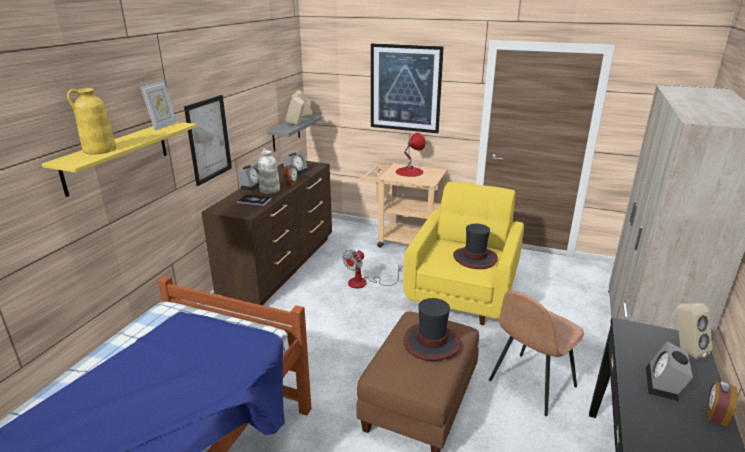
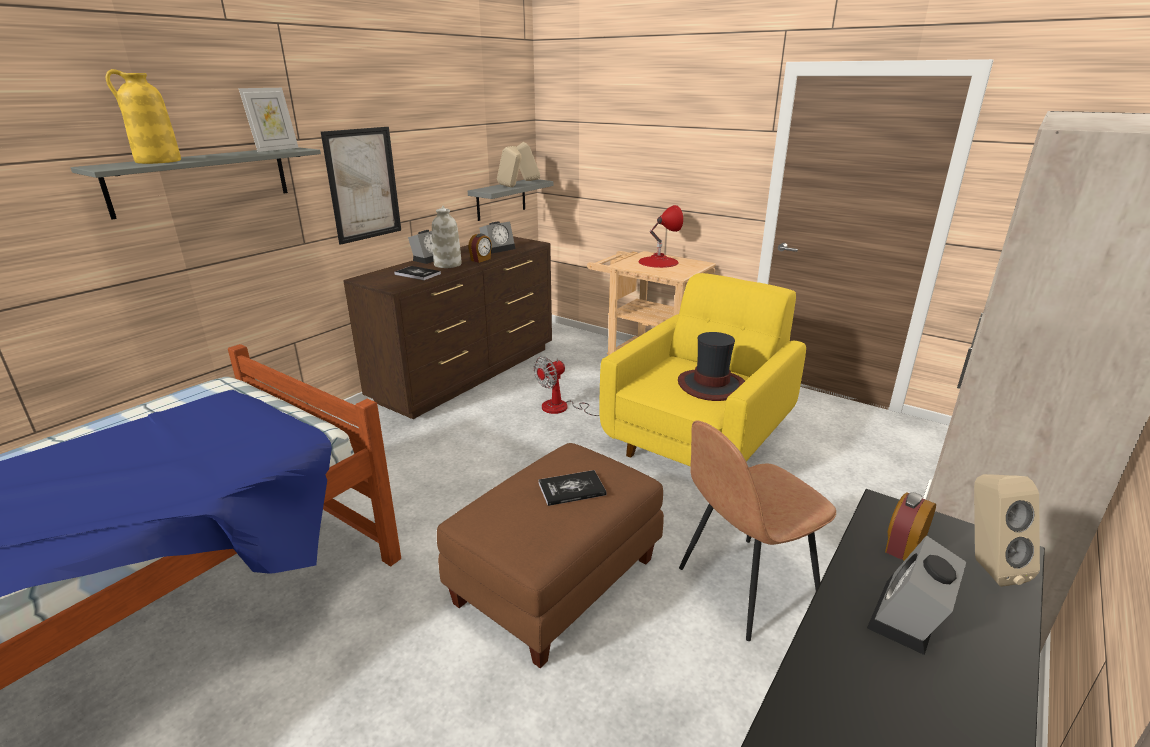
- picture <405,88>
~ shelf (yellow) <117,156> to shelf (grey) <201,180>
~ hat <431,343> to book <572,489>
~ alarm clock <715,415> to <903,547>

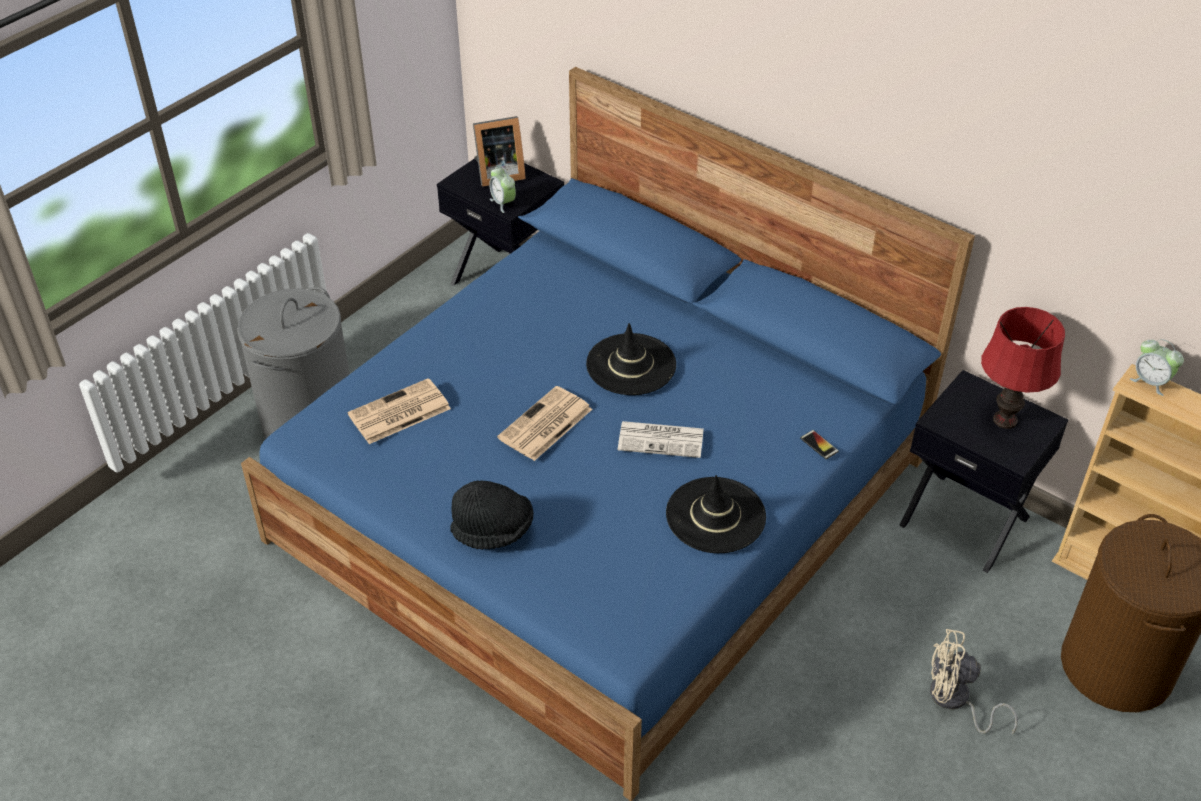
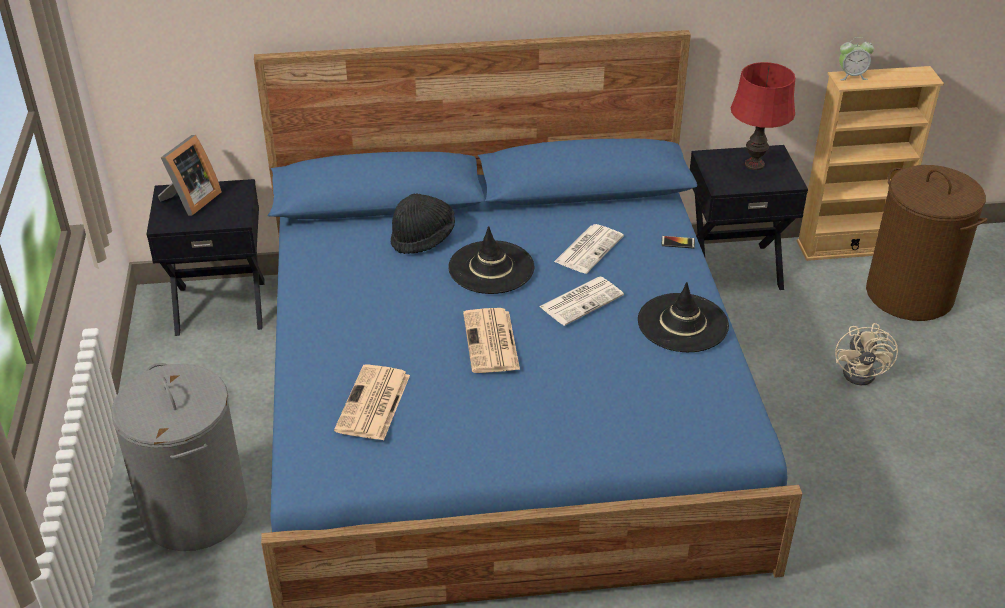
- alarm clock <503,203>
~ hat (black) <493,531> to <423,238>
~ fan (beige) <955,701> = <864,372> 45 degrees counterclockwise
+ newspaper <588,248>

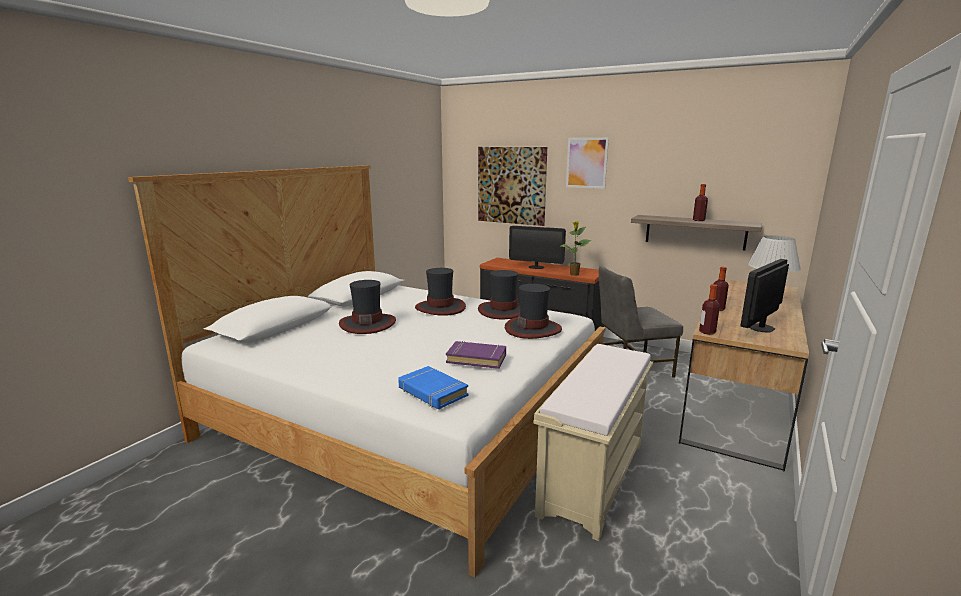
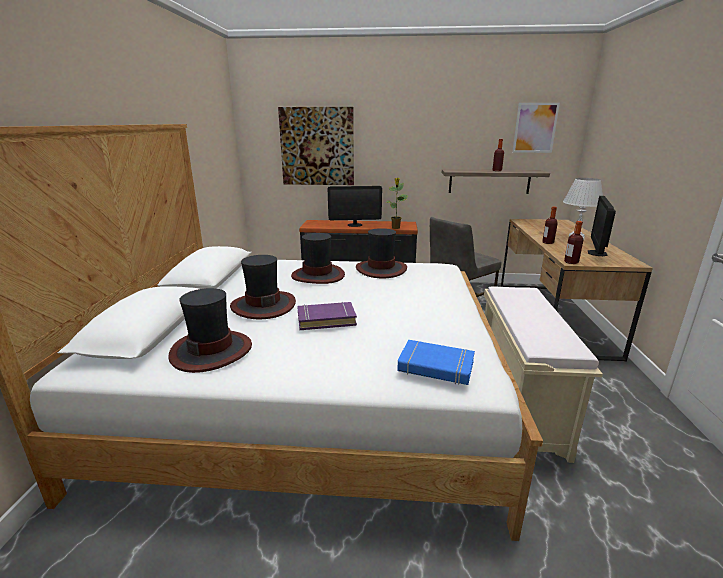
~ picture <586,163> to <535,128>
~ hat <533,329> to <212,351>
~ book (purple) <476,358> to <326,320>

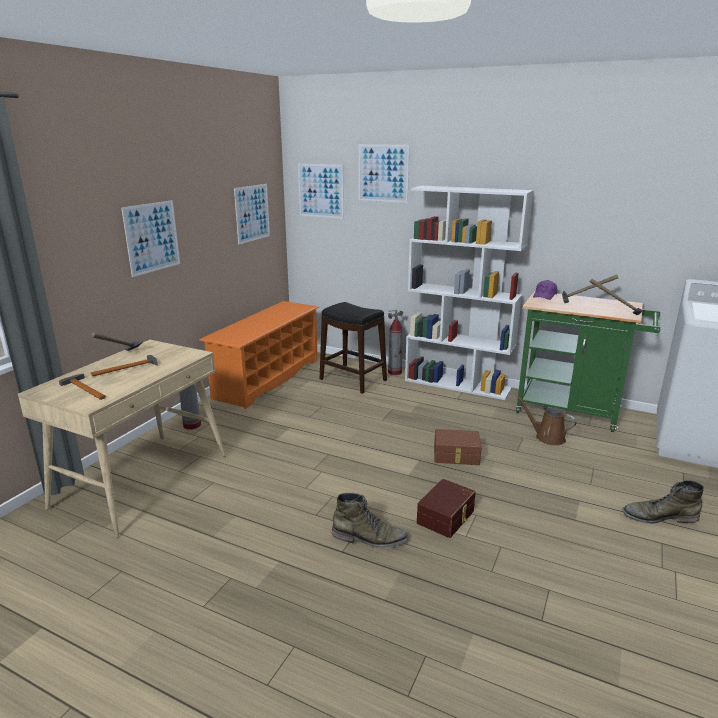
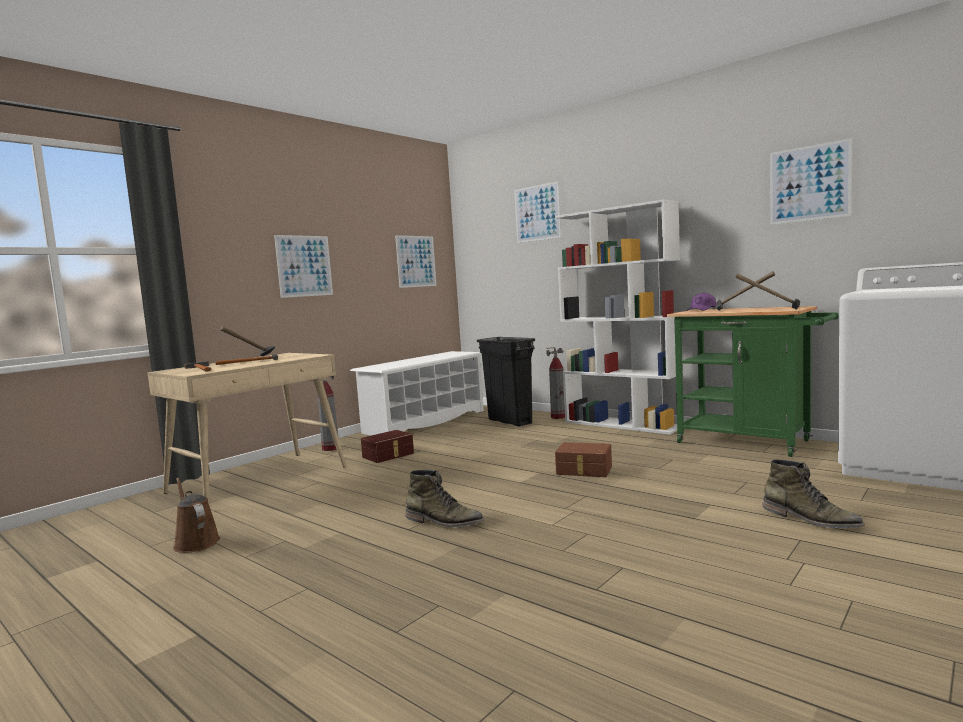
~ picture <320,191> to <809,183>
~ shoe rack (orange) <267,378> to shoe rack (white) <425,421>
~ stool (black) <353,379> to trash can (black) <510,422>
~ watering can (brown) <547,437> to <195,542>
~ storage box (brown) <447,517> to <389,455>
~ boot (green) <659,516> = <810,519> 150 degrees counterclockwise

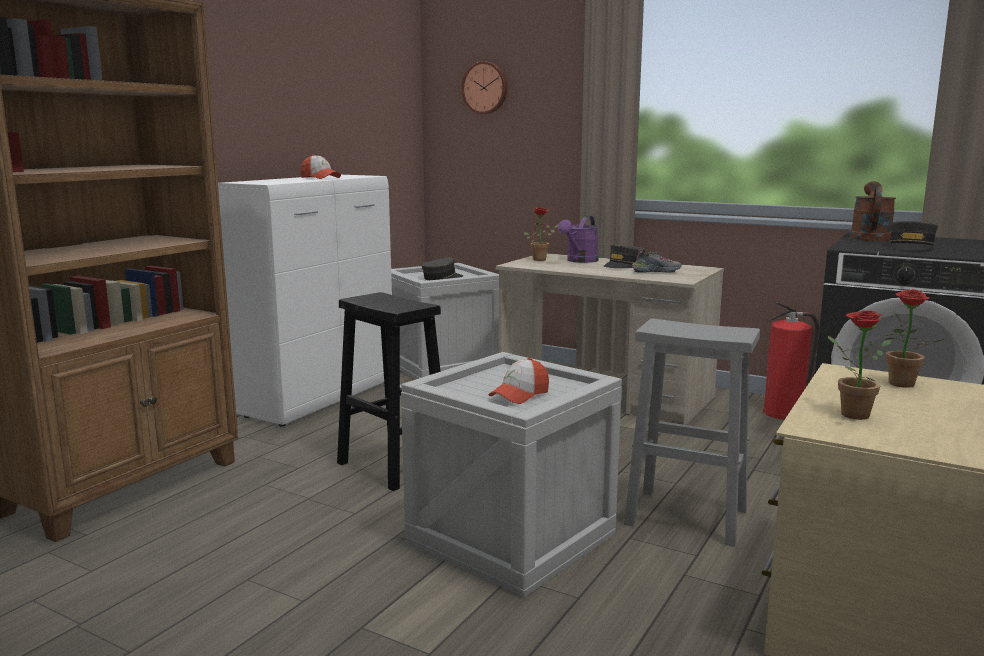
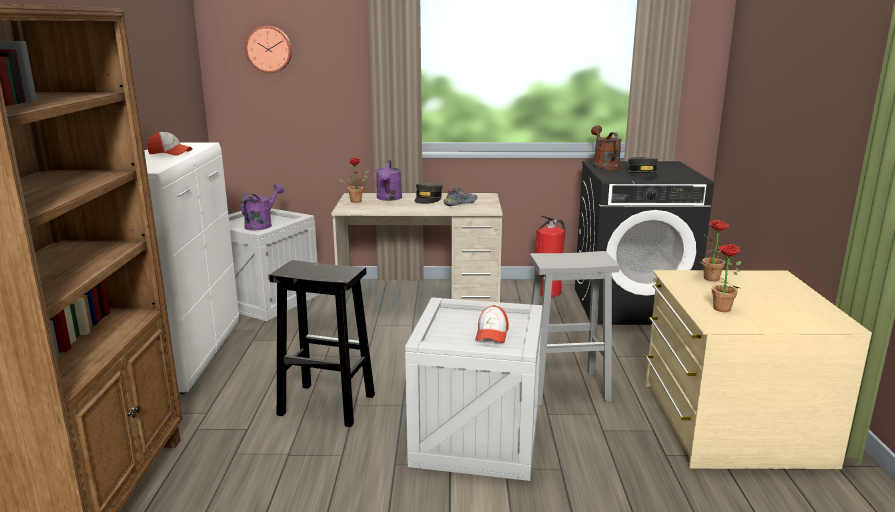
~ cap (grey) <442,278> to watering can (purple) <261,225>

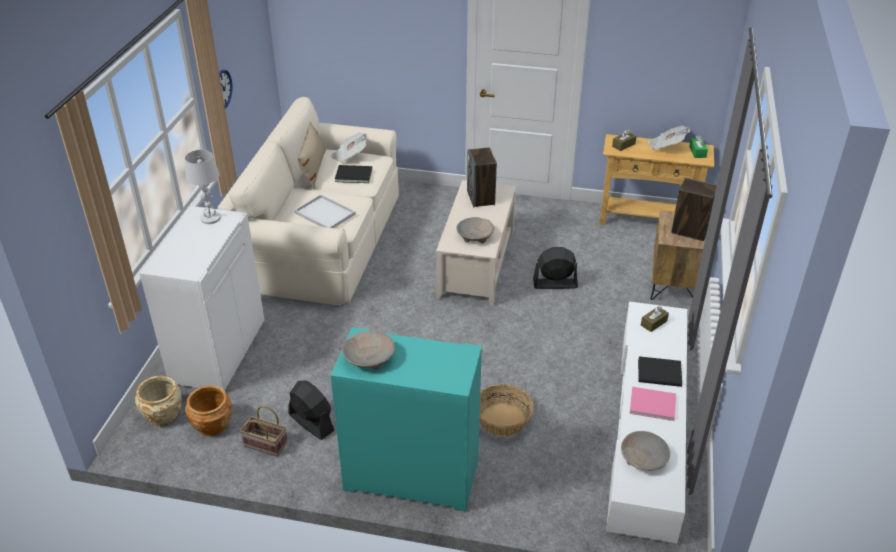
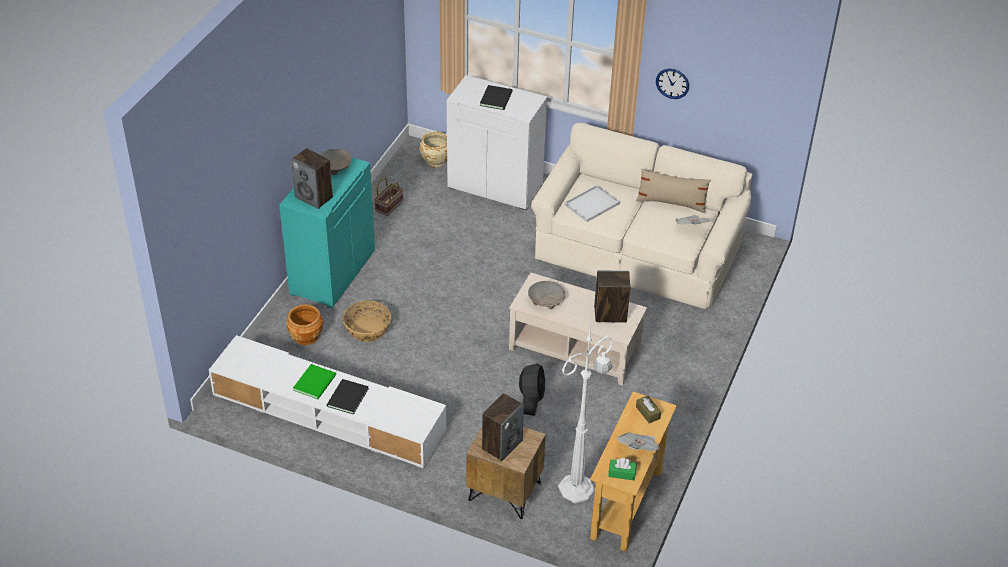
- table lamp (white) <210,218>
~ book (black) <352,174> to <497,98>
- tissue box (brown) <653,323>
- fan (black) <311,422>
~ planter (brown) <212,425> to <306,336>
~ book (pink) <651,403> to book (green) <316,382>
- bowl (beige) <644,458>
+ speaker <314,197>
+ floor lamp (white) <578,487>

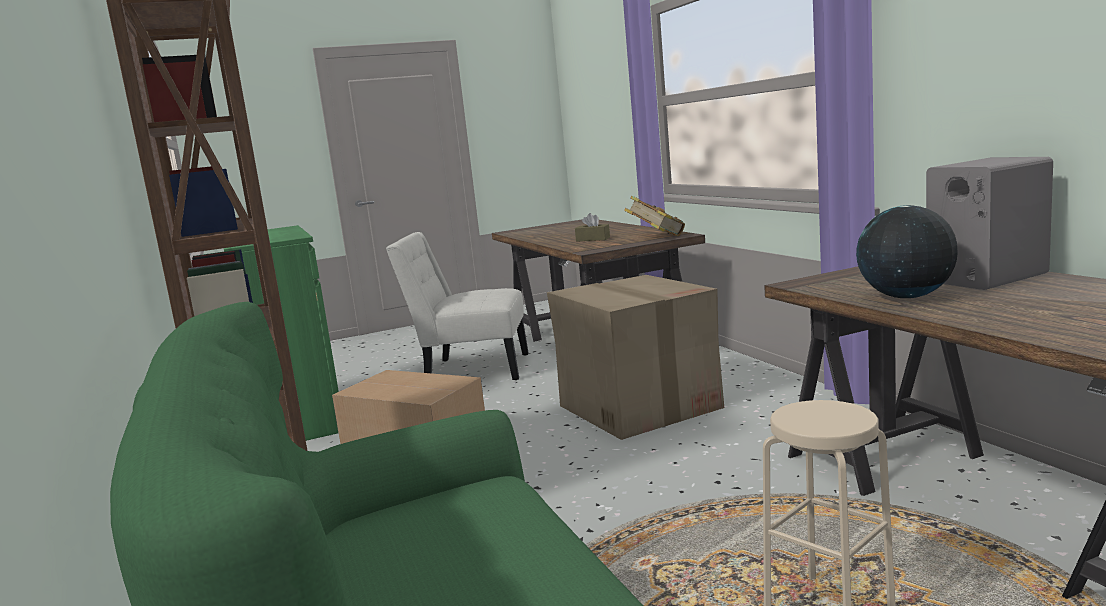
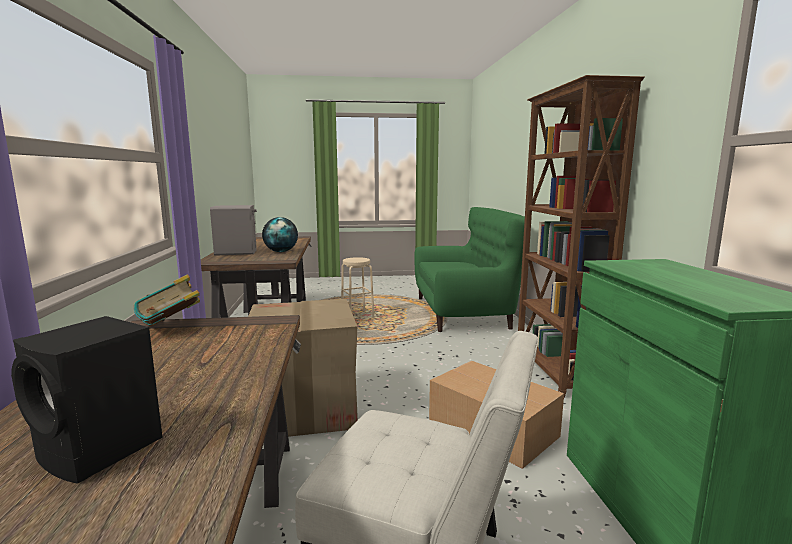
- tissue box (brown) <593,239>
+ speaker (black) <102,451>

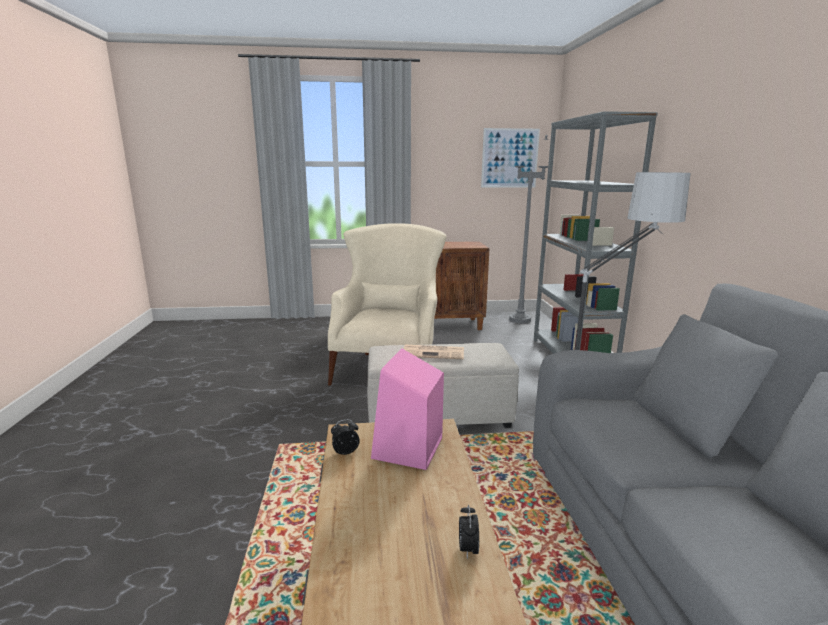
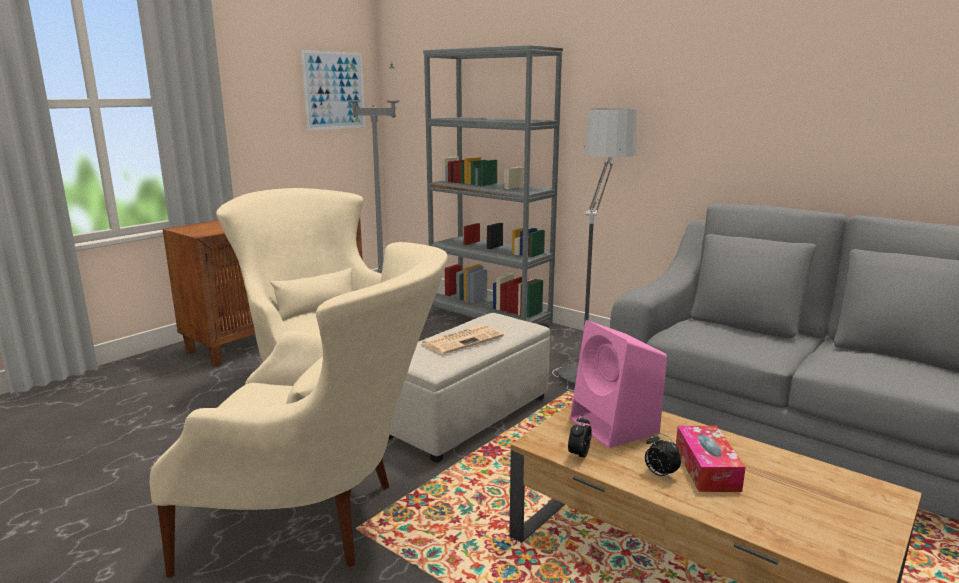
~ alarm clock <467,549> to <660,474>
+ armchair (beige) <323,518>
+ tissue box <706,468>

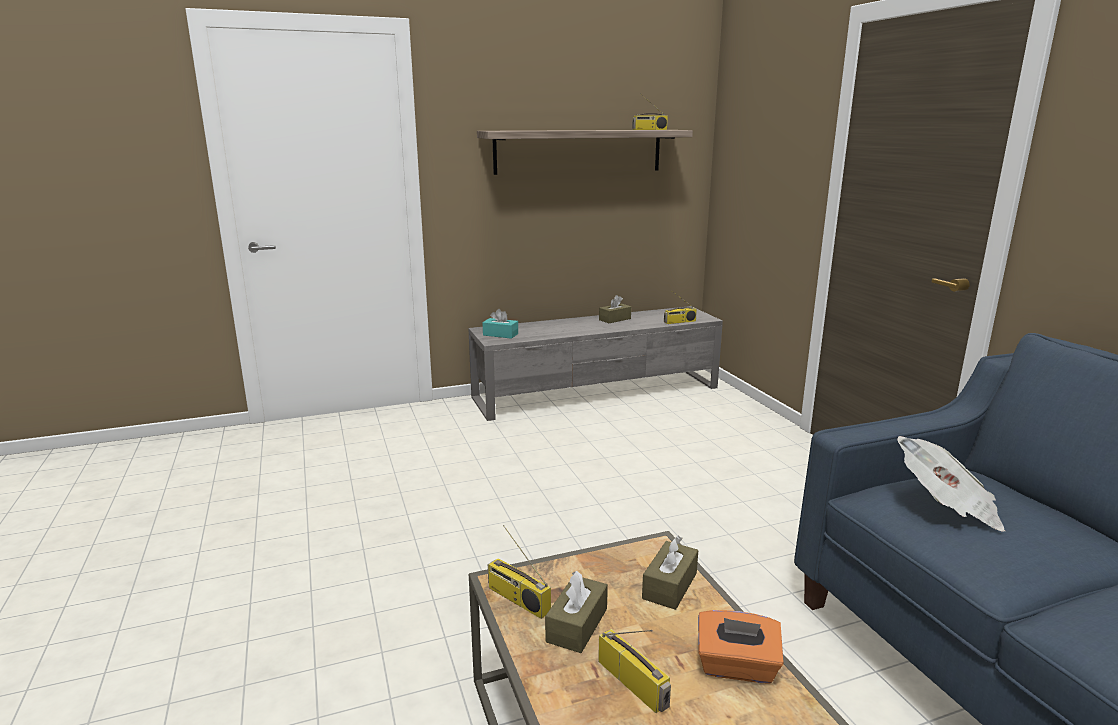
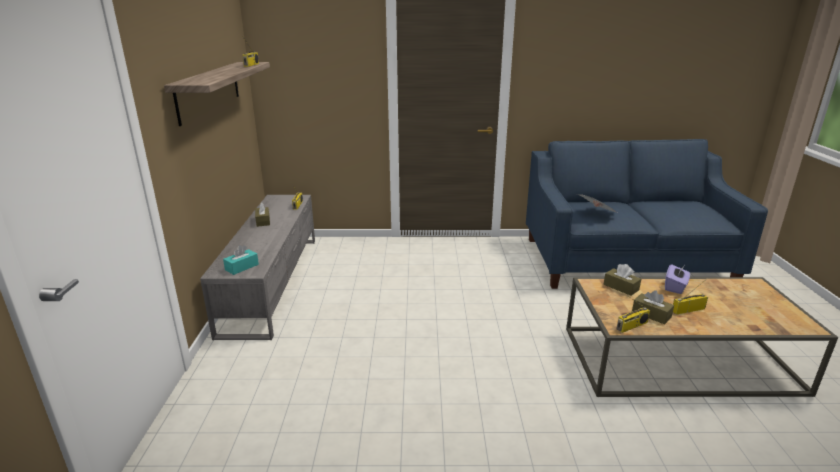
~ tissue box (orange) <737,667> to tissue box (purple) <675,287>

